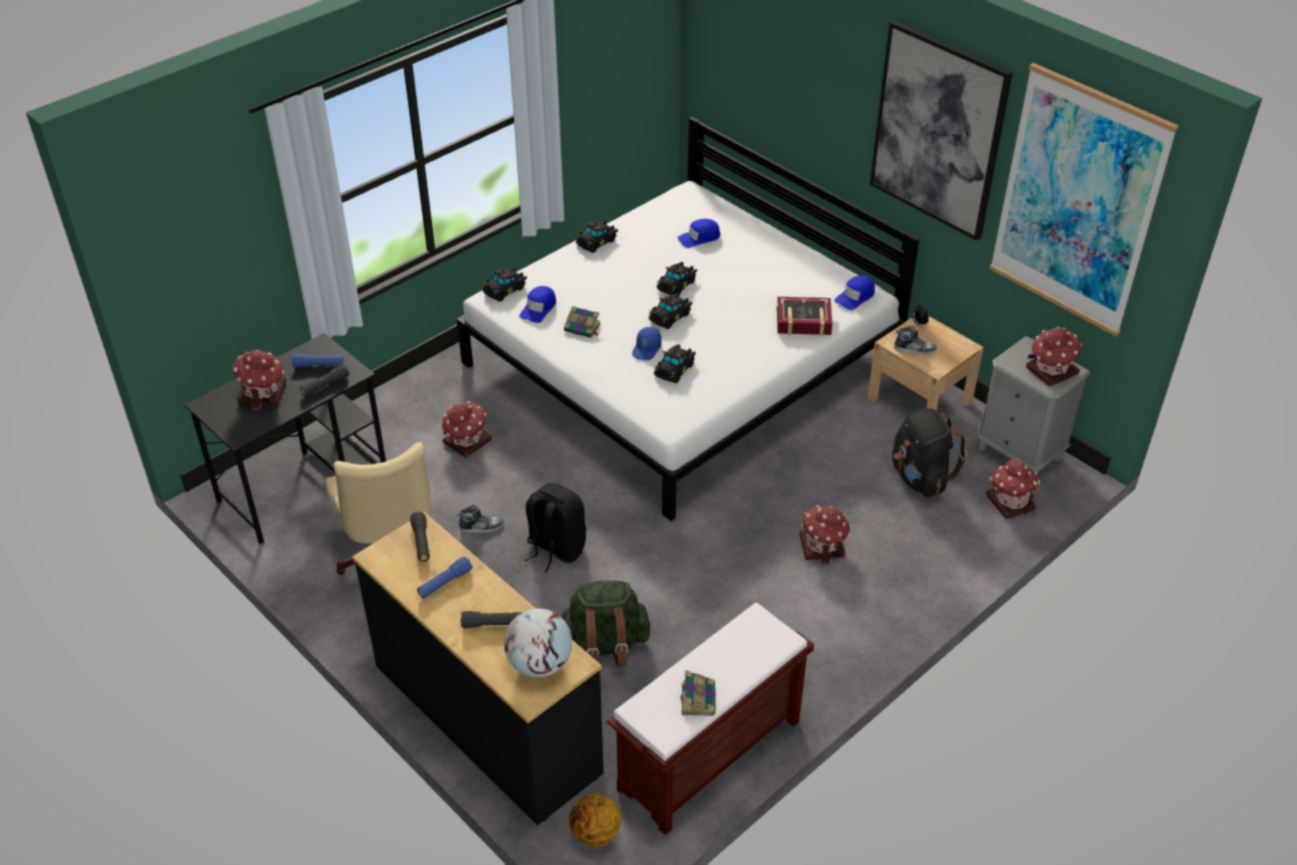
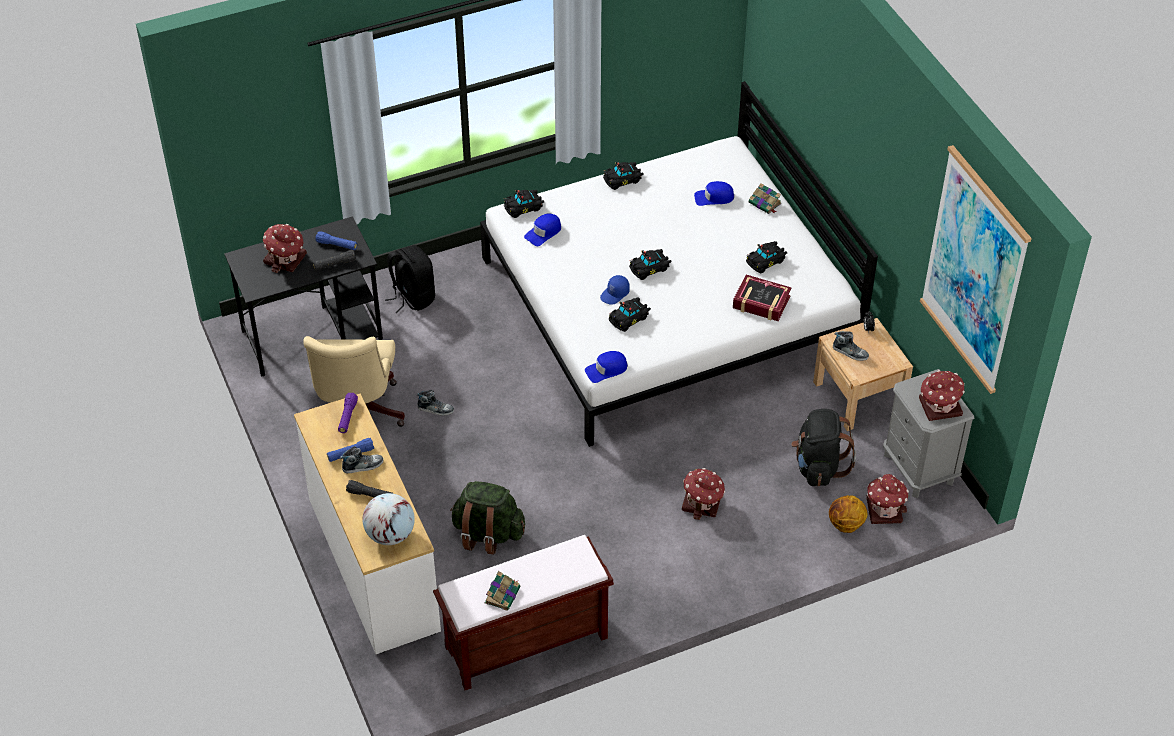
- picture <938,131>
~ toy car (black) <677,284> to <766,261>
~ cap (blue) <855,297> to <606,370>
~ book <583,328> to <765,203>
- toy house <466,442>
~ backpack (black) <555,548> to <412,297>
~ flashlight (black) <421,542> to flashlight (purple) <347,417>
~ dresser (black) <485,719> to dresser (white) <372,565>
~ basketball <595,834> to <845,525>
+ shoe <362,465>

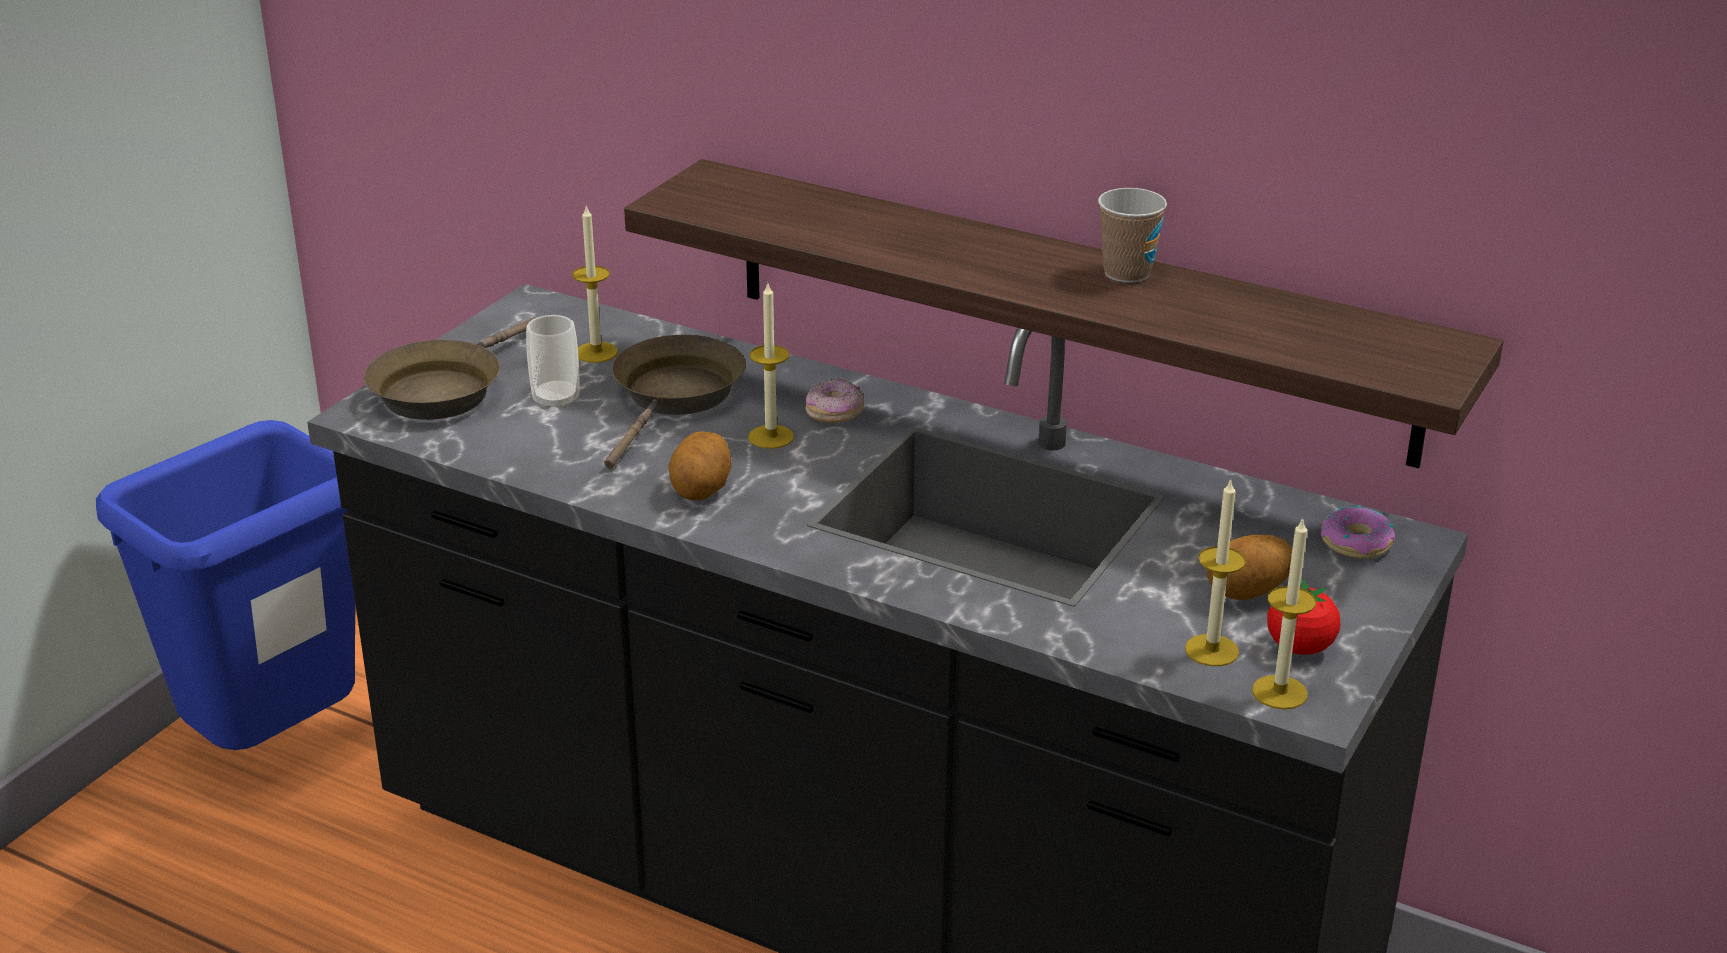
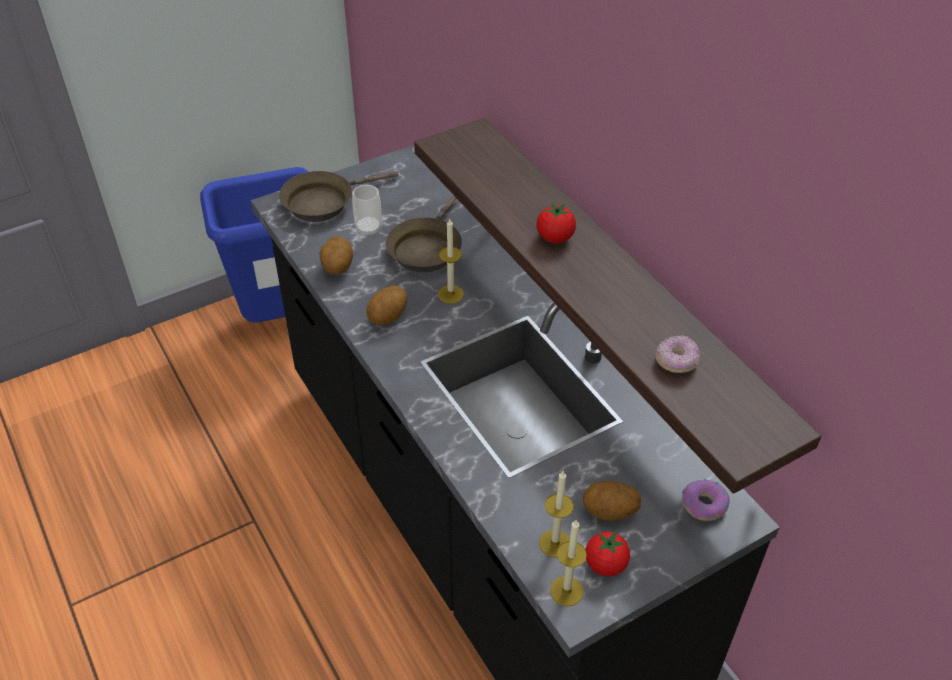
- cup <1127,273>
- candle <596,352>
~ frying pan (brown) <675,397> = <426,249> 150 degrees clockwise
~ donut <835,414> to <676,362>
+ tomato <555,238>
+ potato <337,268>

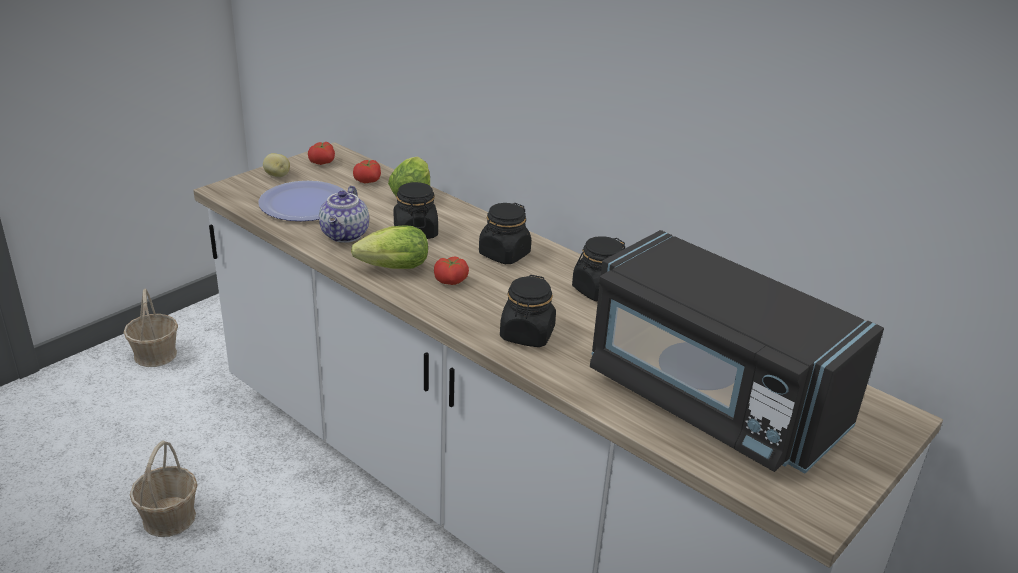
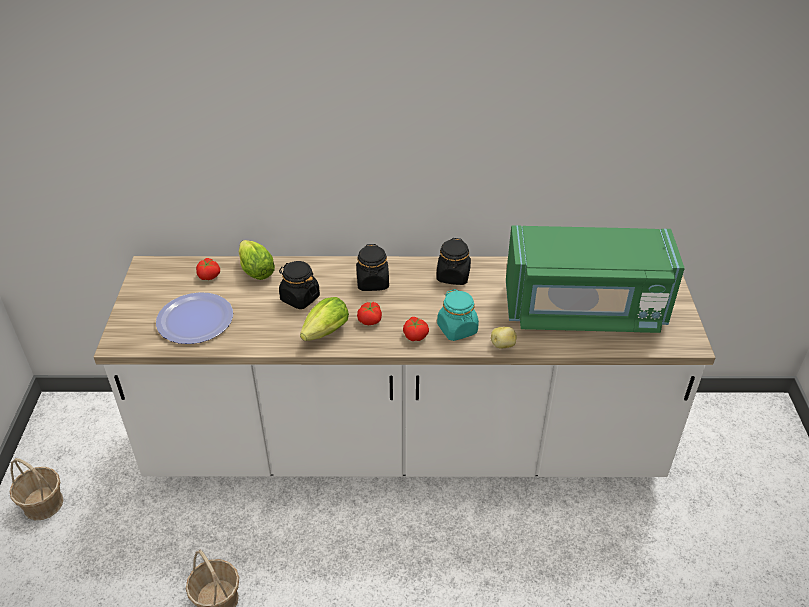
~ tomato <322,162> to <415,335>
~ potato <277,175> to <503,345>
- teapot <346,235>
~ microwave (black) <710,400> to microwave (green) <584,310>
~ jar (black) <527,335> to jar (turquoise) <457,329>

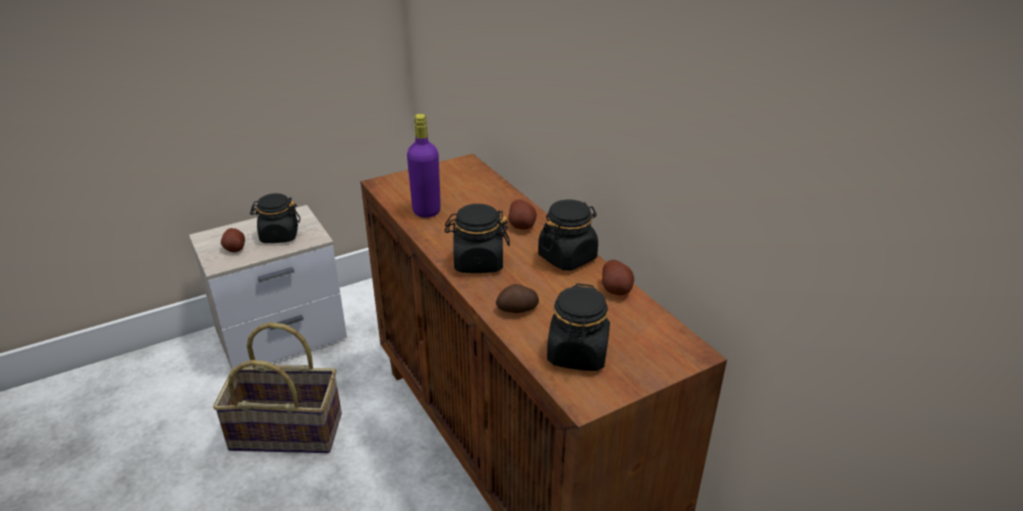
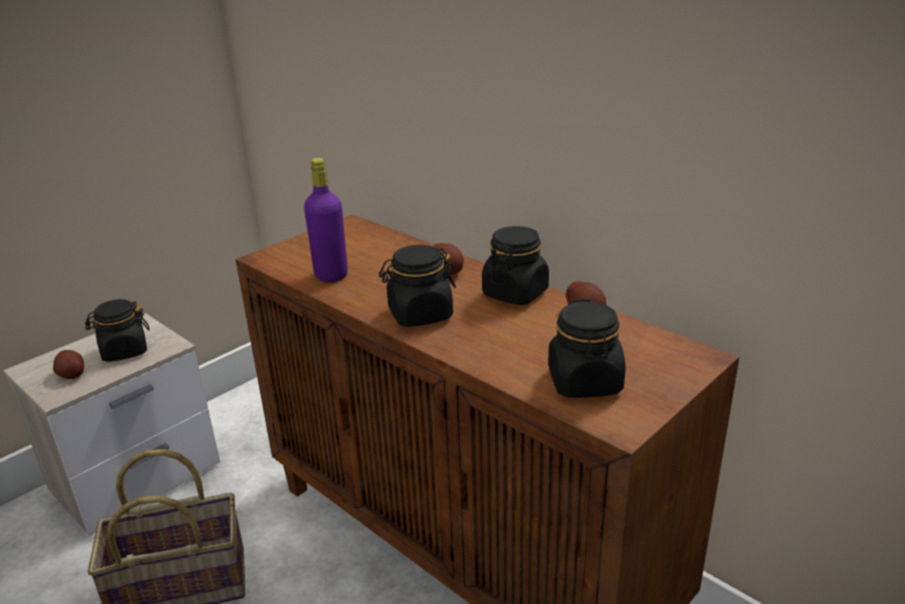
- potato <517,309>

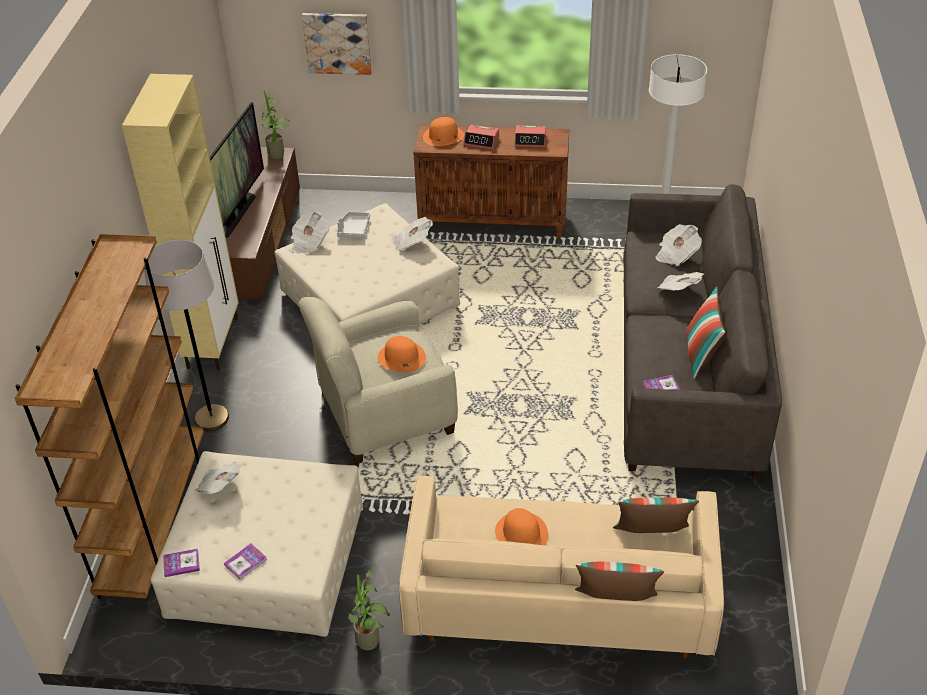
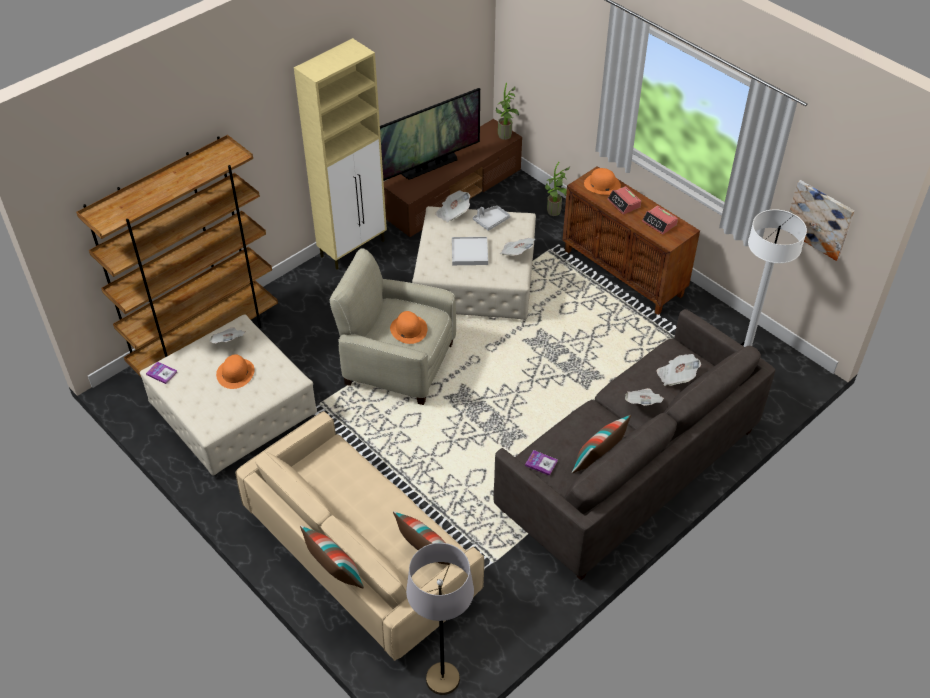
~ picture <337,43> to <819,219>
~ floor lamp (grey) <212,419> to <442,679>
~ hat (orange) <521,533> to <235,373>
- book <245,562>
~ potted plant <371,642> to <555,213>
+ tray (white) <469,253>

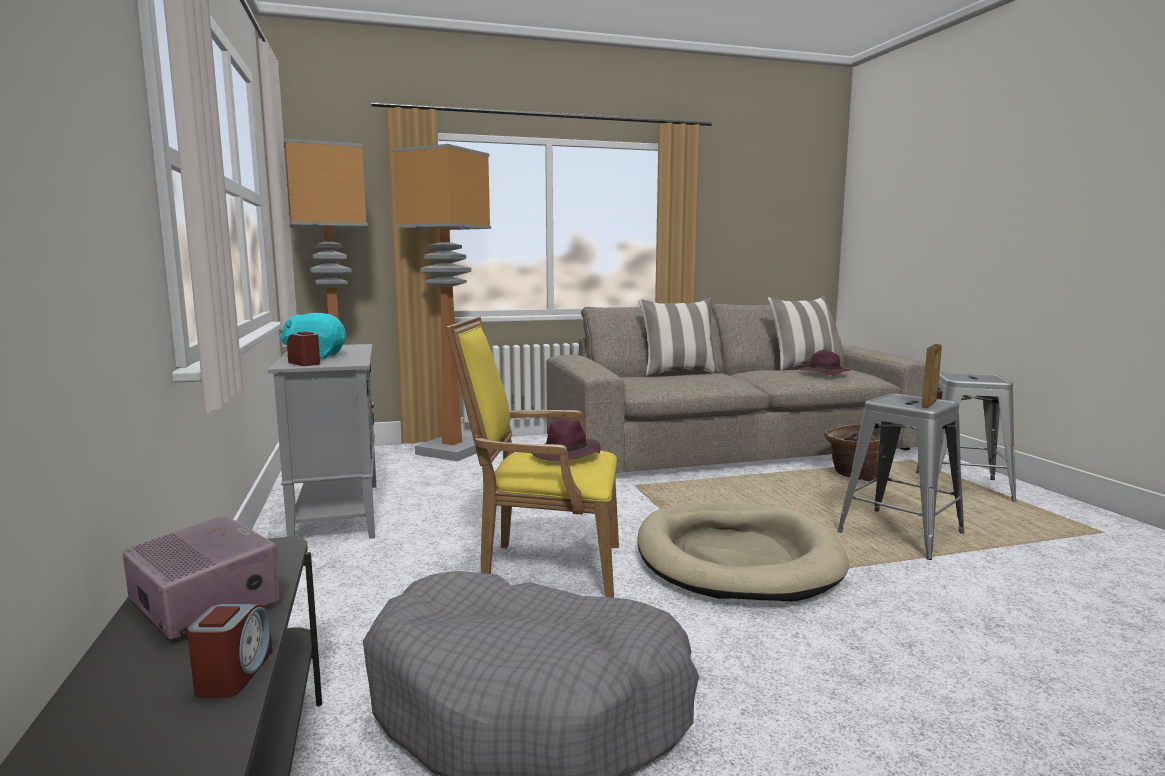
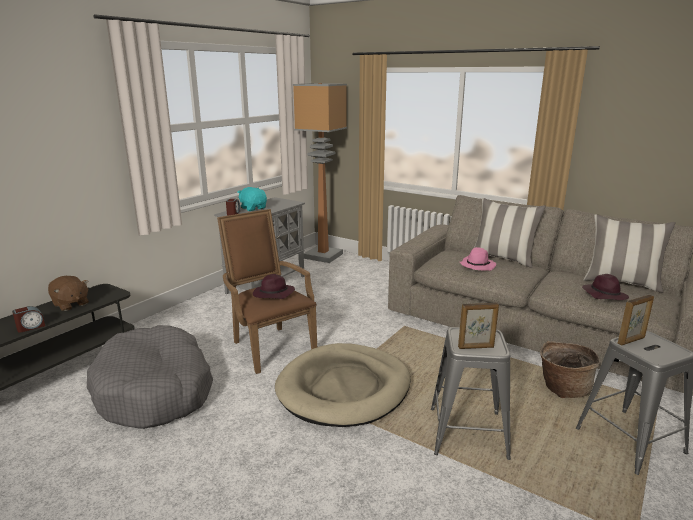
- floor lamp <452,451>
~ armchair (yellow) <543,567> to armchair (brown) <269,346>
~ radio <204,602> to plush toy (brown) <70,304>
+ hat (pink) <477,265>
+ picture frame <631,341>

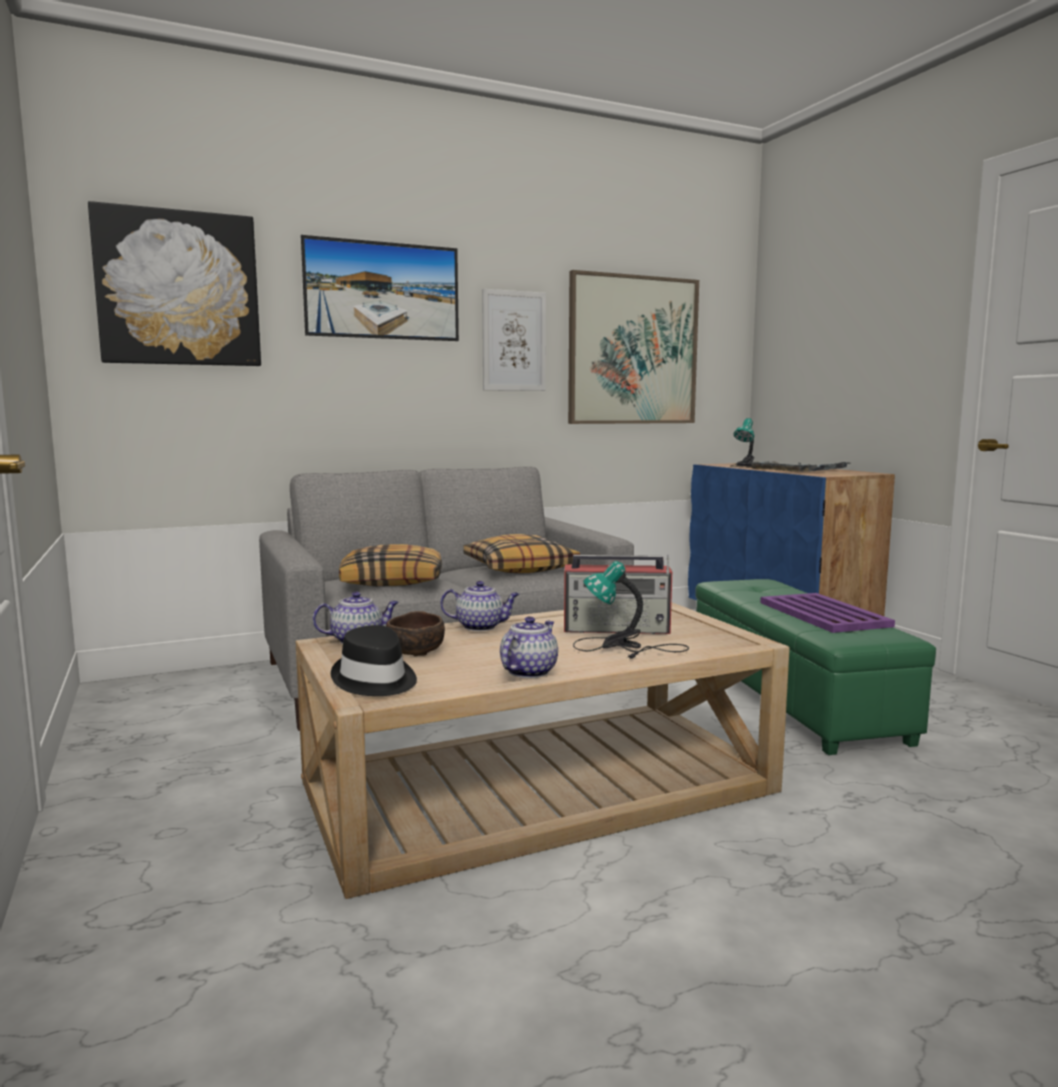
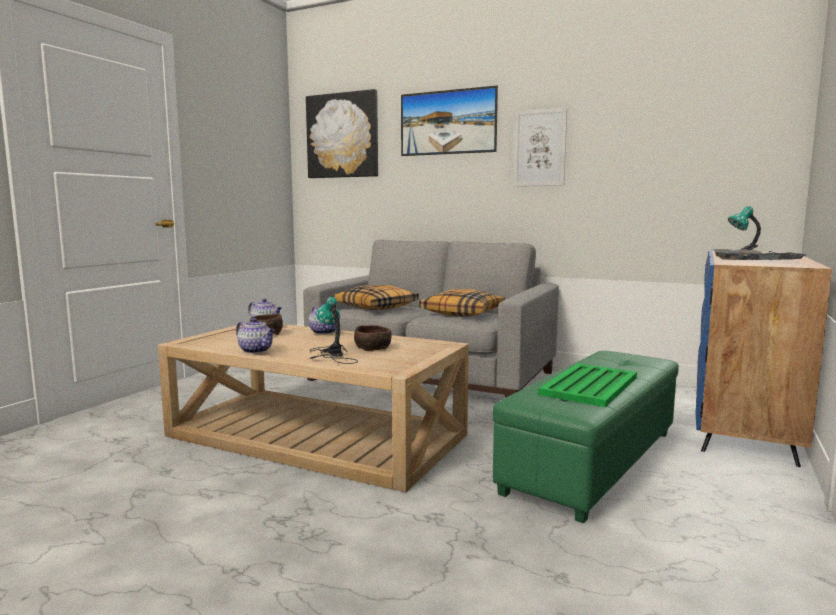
- picture <633,350>
~ radio <618,629> to bowl (brown) <373,348>
~ tray (purple) <822,614> to tray (green) <590,385>
~ teapot <529,671> = <256,350> 45 degrees clockwise
- hat (black) <374,680>

